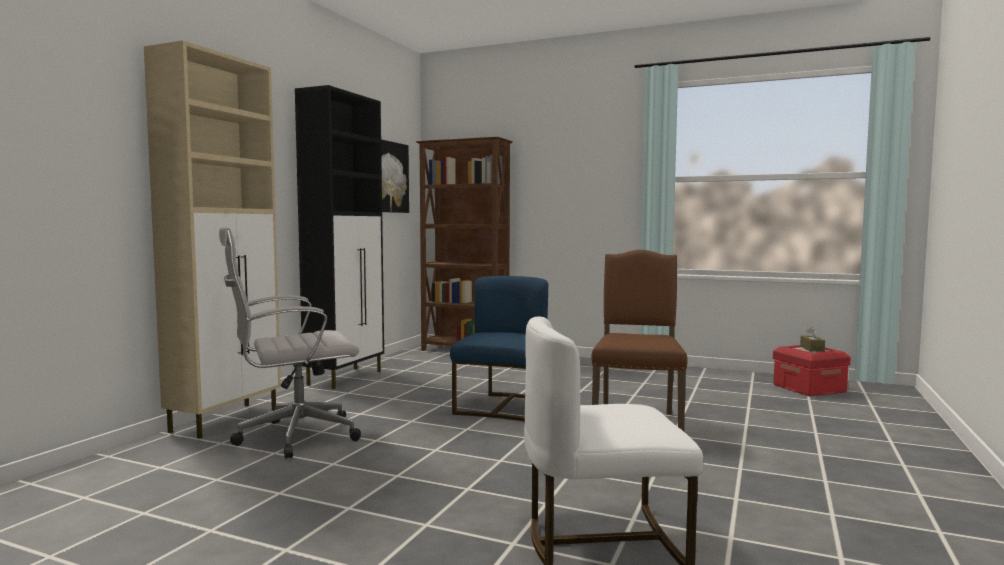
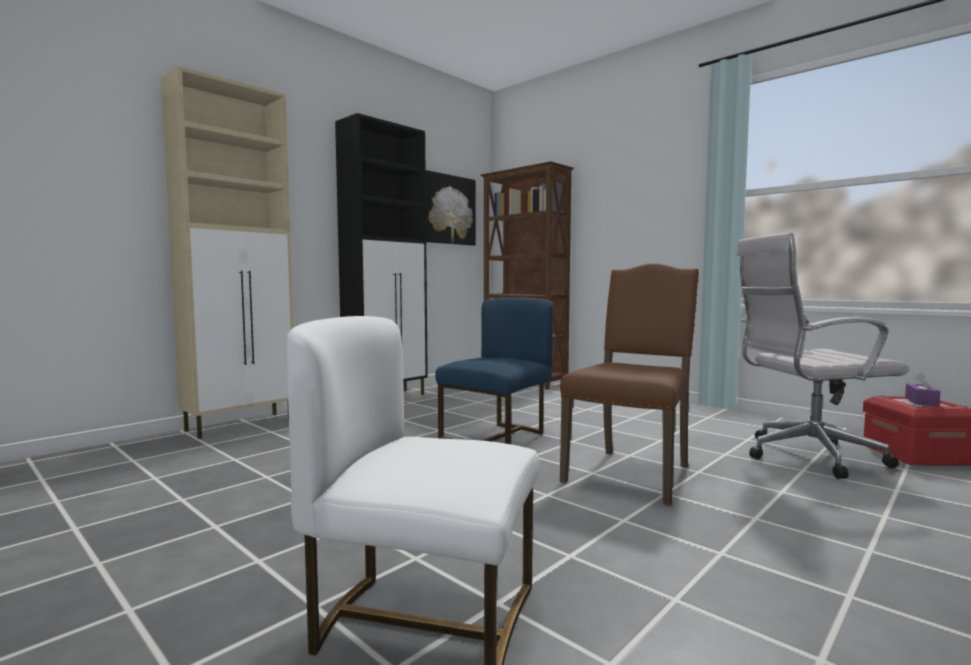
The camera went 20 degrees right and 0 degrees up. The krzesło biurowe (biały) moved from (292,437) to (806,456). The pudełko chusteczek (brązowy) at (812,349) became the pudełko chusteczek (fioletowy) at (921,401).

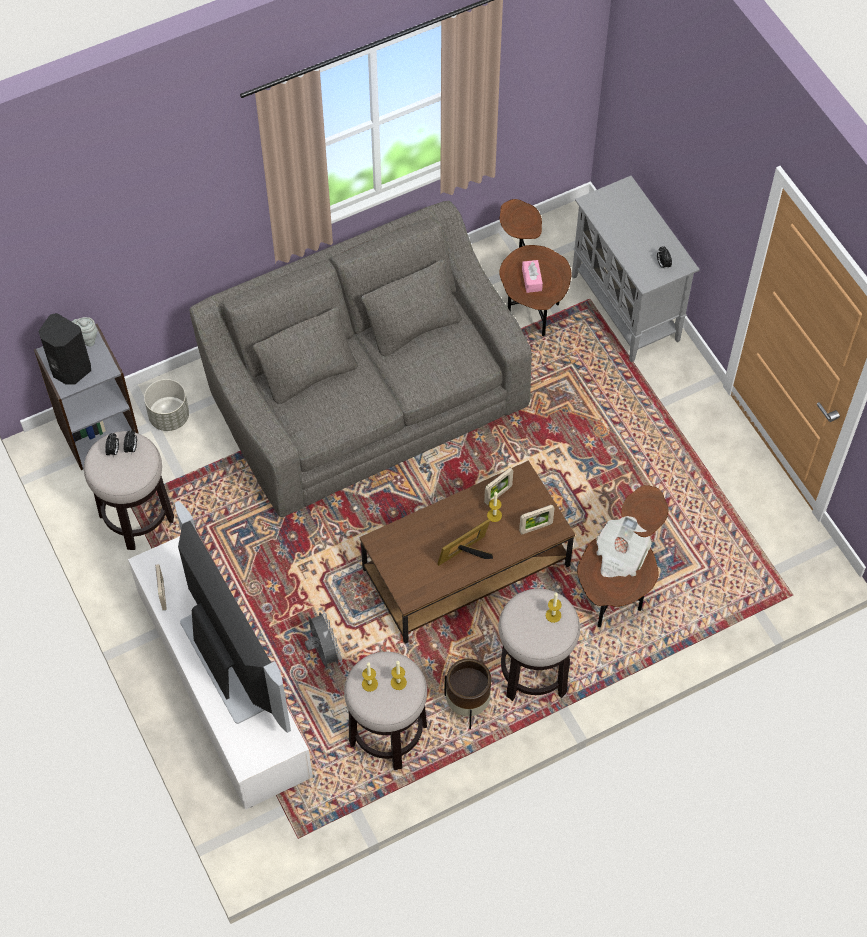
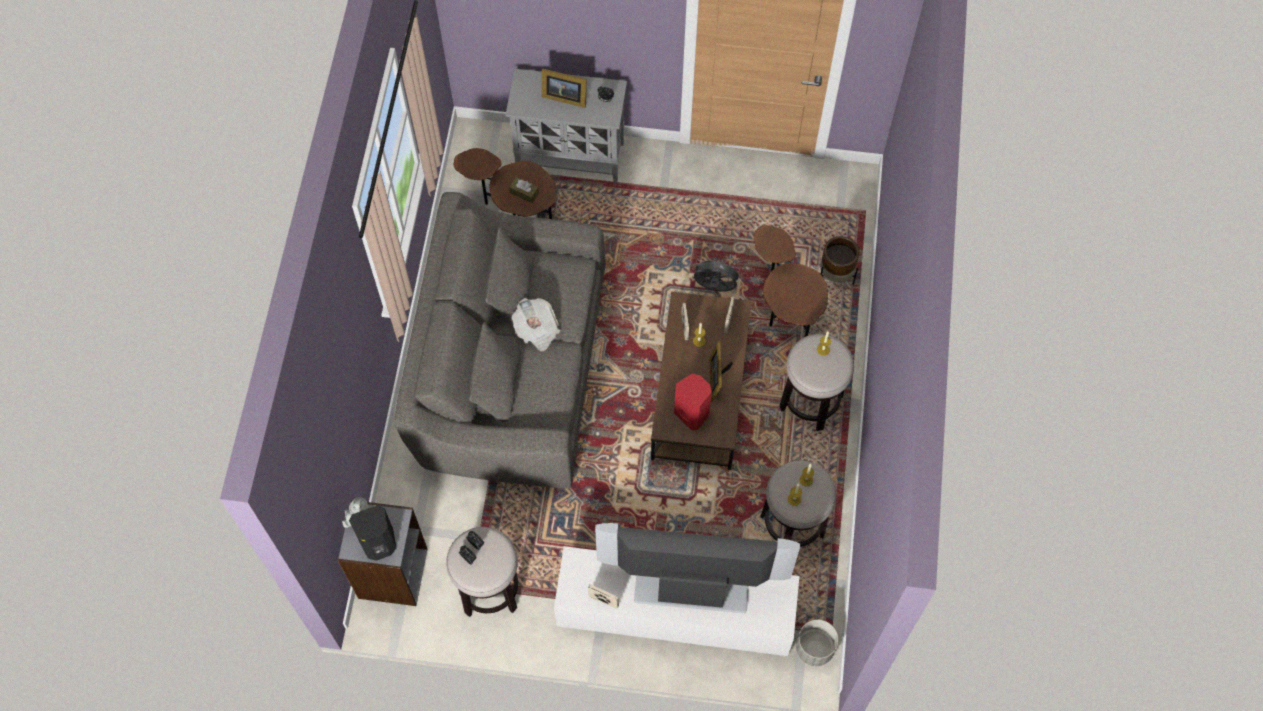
The camera went 55 degrees left and 5 degrees up. The pudełko chusteczek (różowy) at (531,280) became the pudełko chusteczek (brązowy) at (524,193). The donica (szary) moved from (169,416) to (814,648). The gazeta moved from (619,556) to (536,330). The wentylator (szary) moved from (324,652) to (714,288). The donica (brązowy) moved from (467,706) to (835,276). The ramka na zdjęcie at (563,96) appeared. The głośnik (czerwony) at (692,413) appeared.

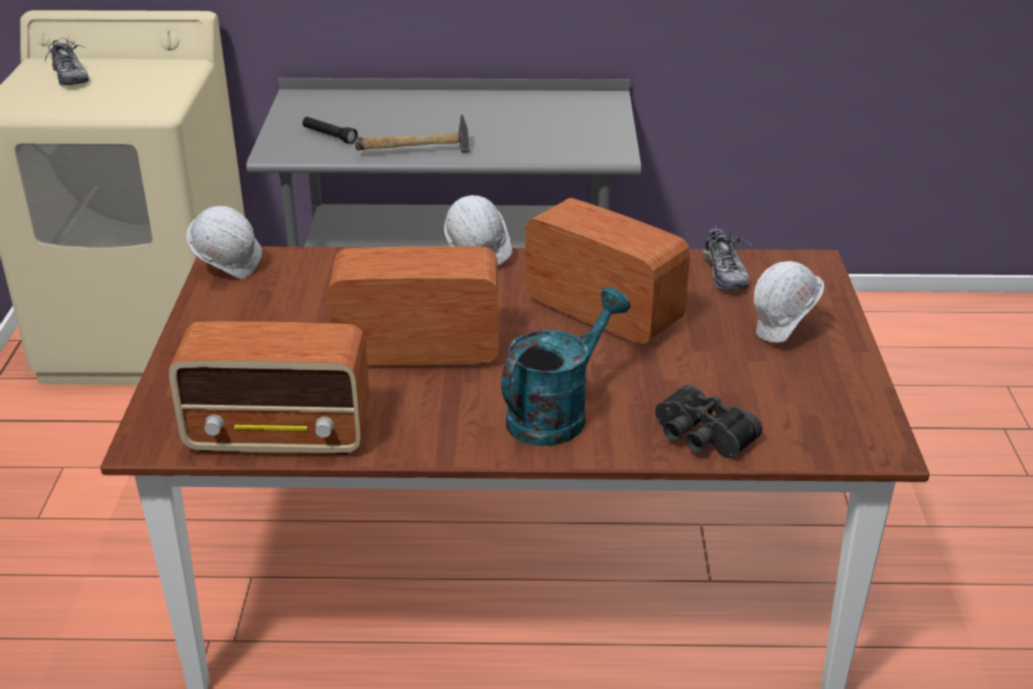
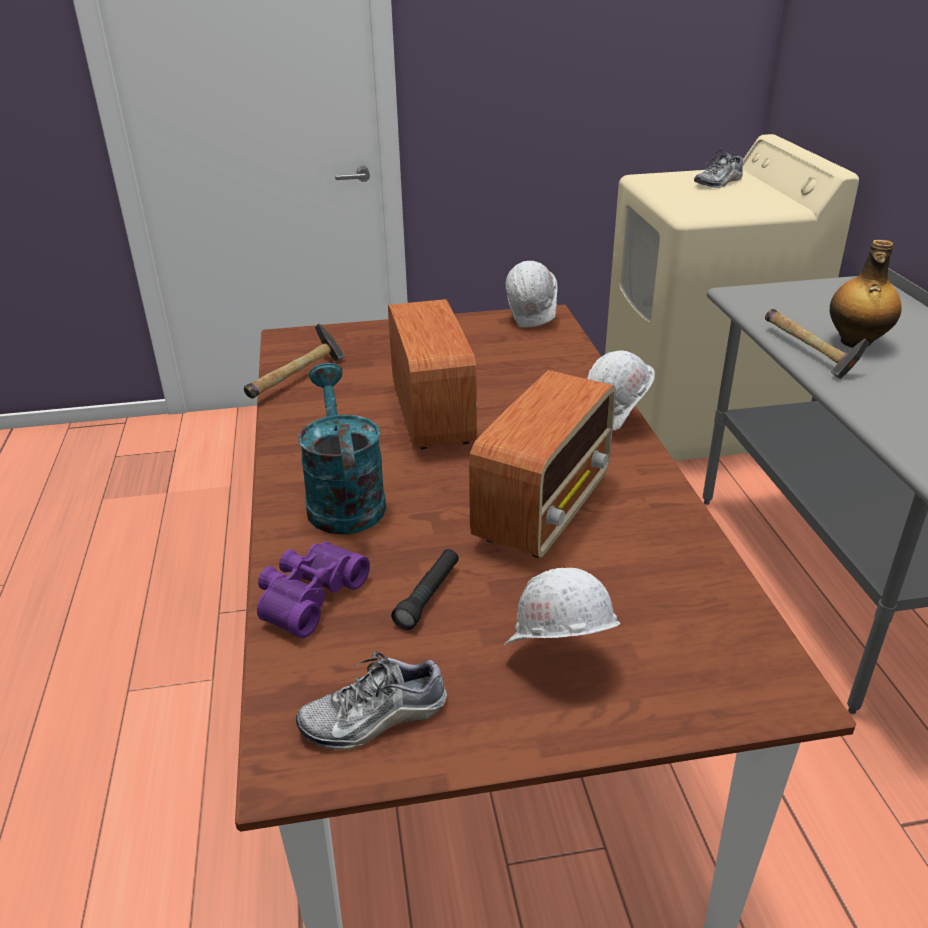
The camera went 80 degrees right and 0 degrees up. The latarka (czarny) moved from (329,136) to (428,596). The but moved from (724,274) to (374,718). The konewka (turkusowy) at (556,413) turned 135 degrees counterclockwise. The radio at (281,436) was replaced by the młotek at (298,379). The lornetka (czarny) at (700,437) became the lornetka (fioletowy) at (307,597). The butelka at (855,342) appeared.

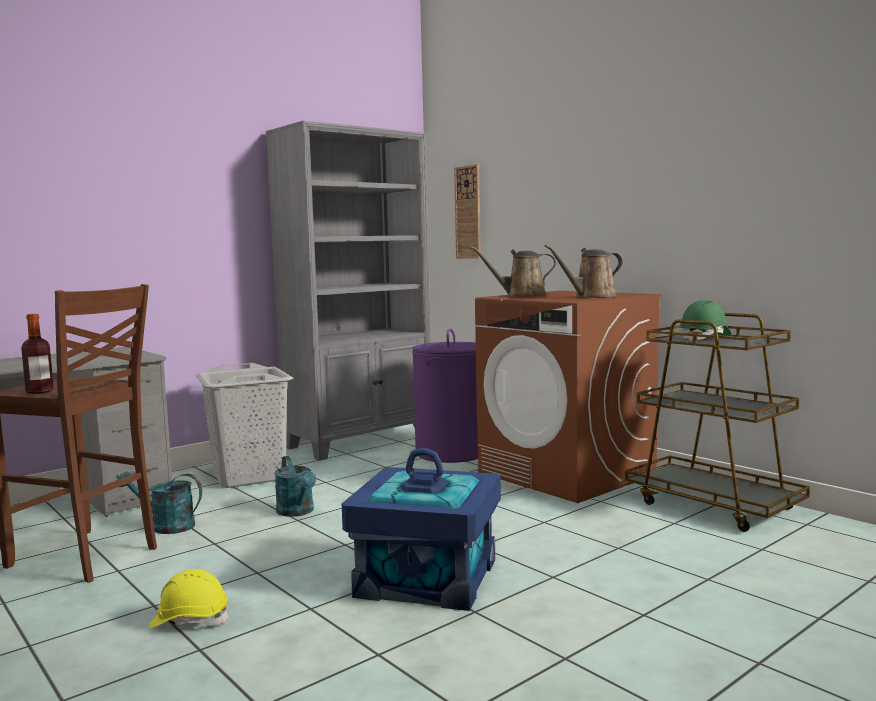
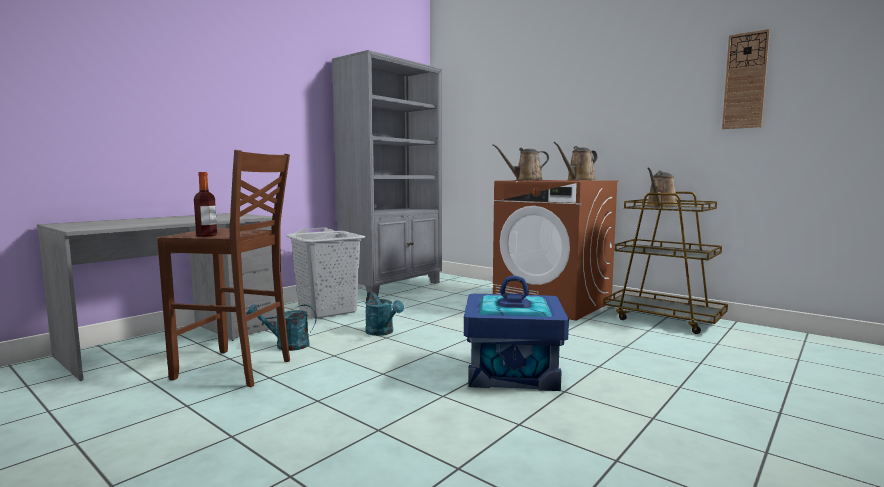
The camera went 10 degrees left and 0 degrees up. The zegar ścienny moved from (468,212) to (745,81). The kask (zielony) at (705,338) was replaced by the konewka (brązowy) at (660,207). The kosz na pranie (fioletowy) at (452,452) disappeared. The kask (żółty) at (190,621) disappeared.

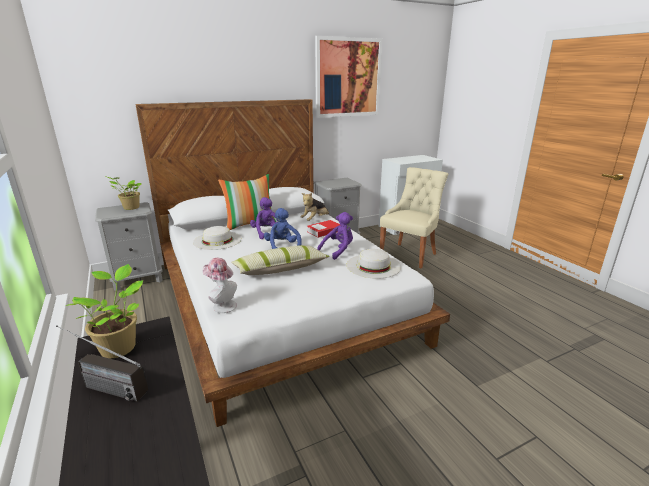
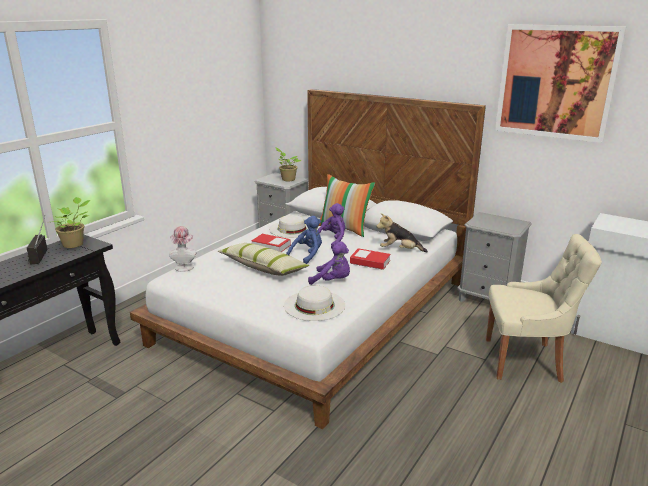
The camera went 60 degrees right and 0 degrees up. The książka at (271,246) appeared.

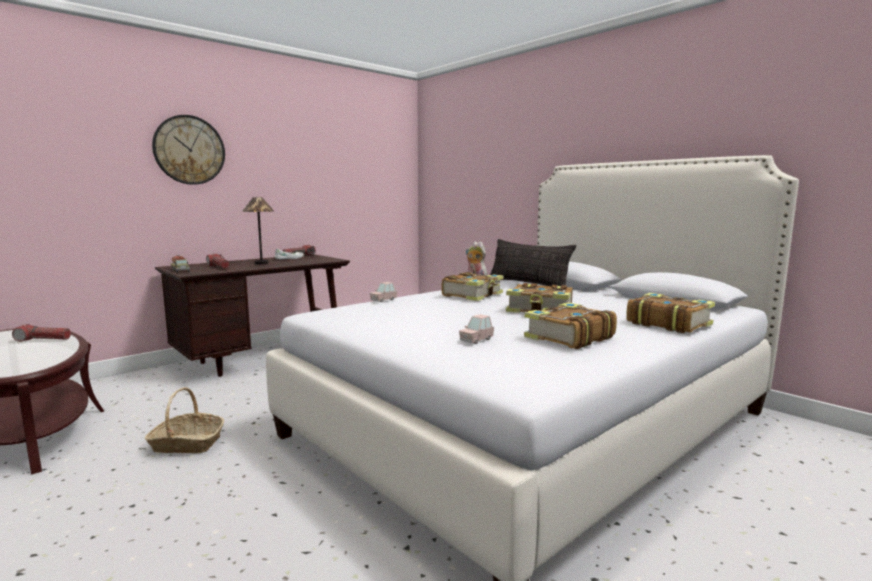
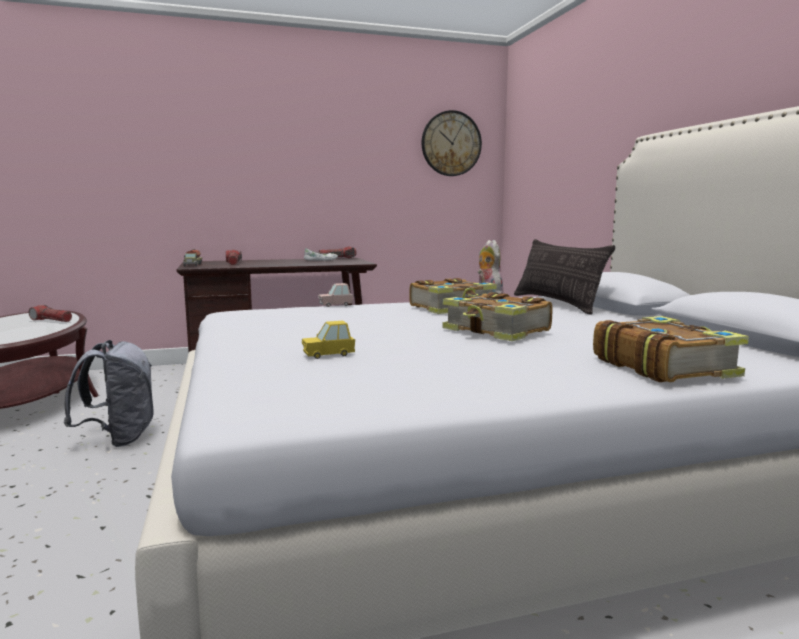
The camera went 25 degrees right and 0 degrees up. The zegar ścienny moved from (189,150) to (451,143). The lampa stołowa at (261,263) disappeared. The książka at (568,337) disappeared. The samochodzik (różowy) at (476,340) became the samochodzik (żółty) at (328,355). The koszyk at (186,444) was replaced by the plecak (szary) at (119,439).

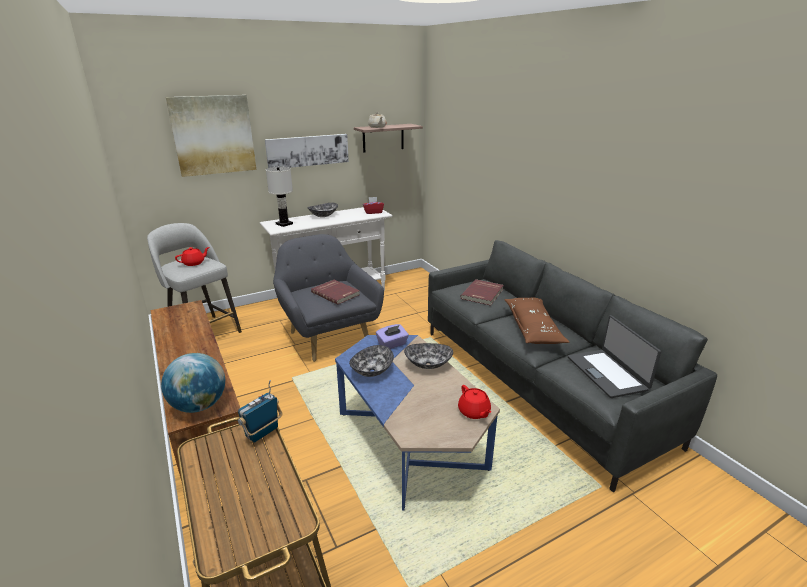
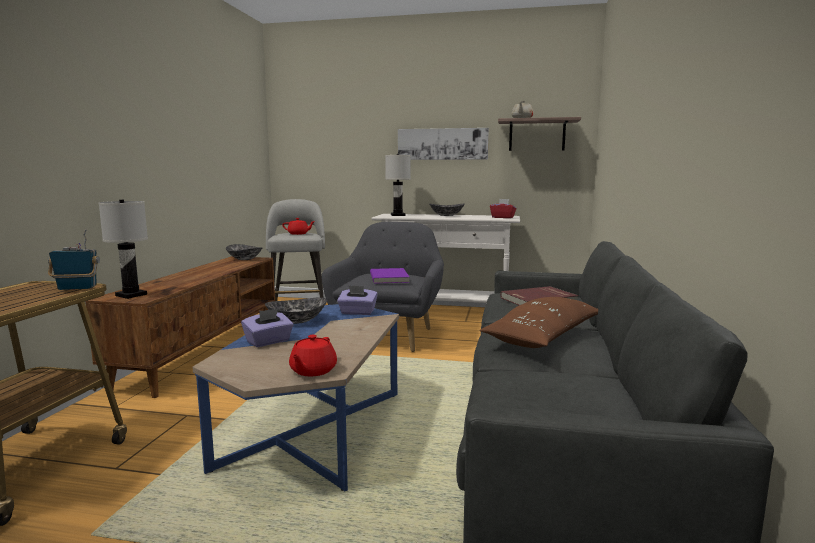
The camera went 40 degrees right and 15 degrees down. The obraz at (213,135) disappeared. The książka (czerwony) at (336,293) became the książka (fioletowy) at (390,278). The laptop at (607,373) disappeared. The miska moved from (428,364) to (244,259). The globus at (199,405) was replaced by the lampa stołowa (biały) at (132,295). The pudełko chusteczek (fioletowy) at (268,341) appeared.

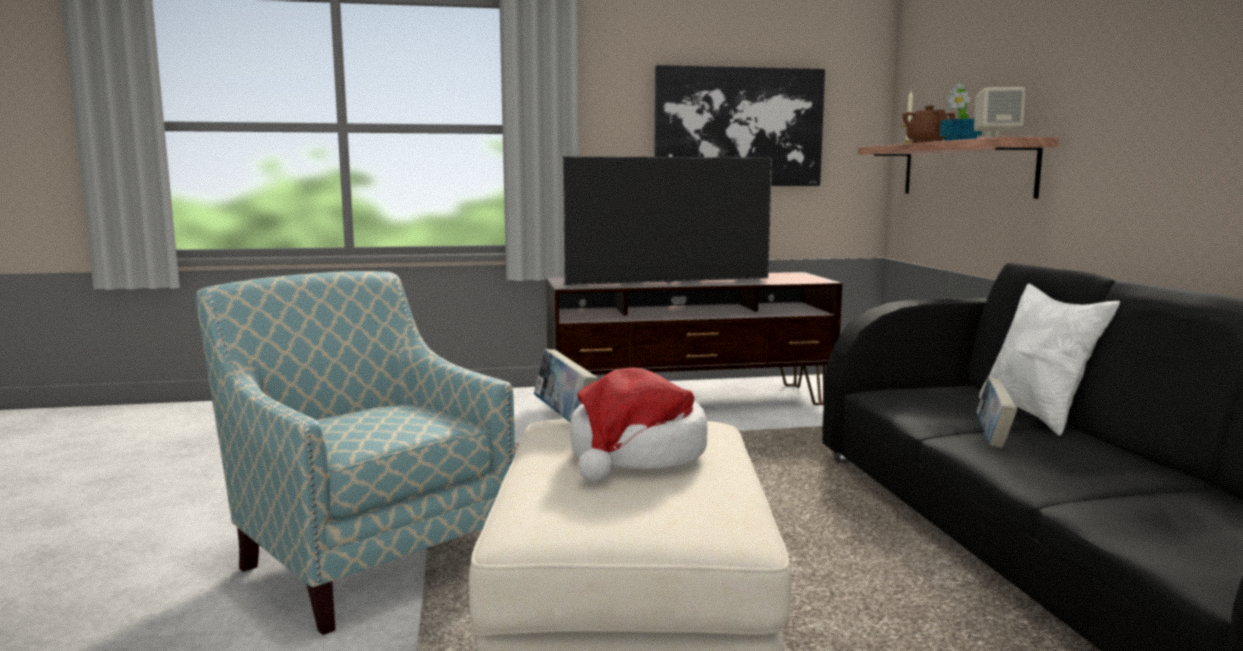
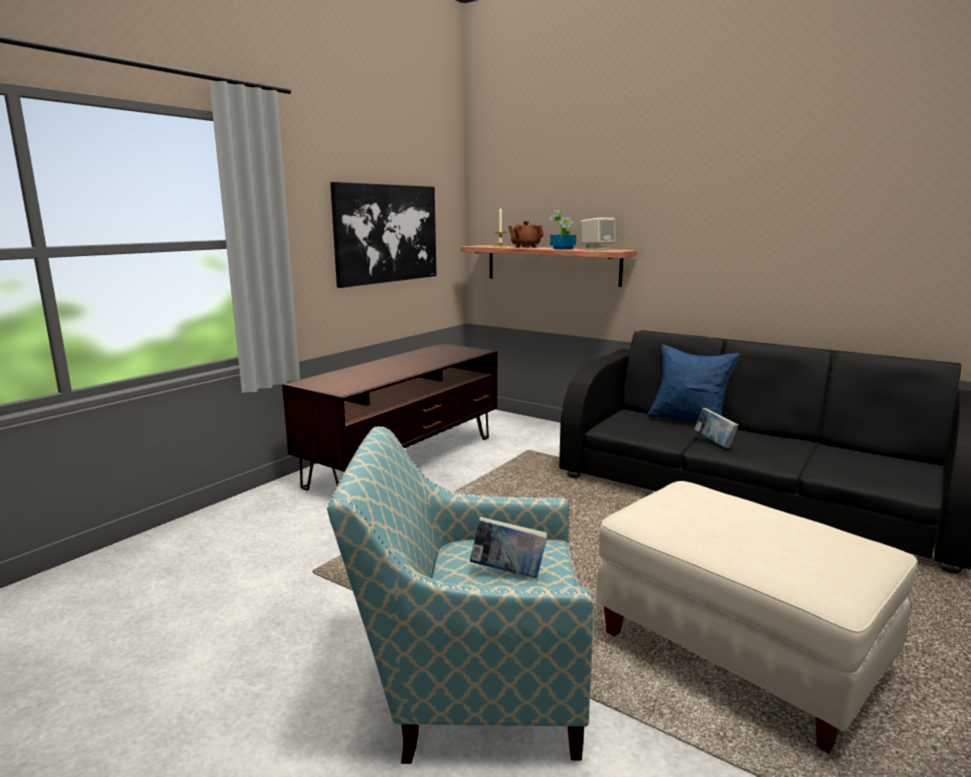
The camera went 45 degrees left and 5 degrees up. The telewizor at (668,282) disappeared. The poduszka (biały) at (1037,415) became the poduszka (niebieski) at (688,421). The książka moved from (564,417) to (508,572). The kapelusz at (636,455) disappeared.

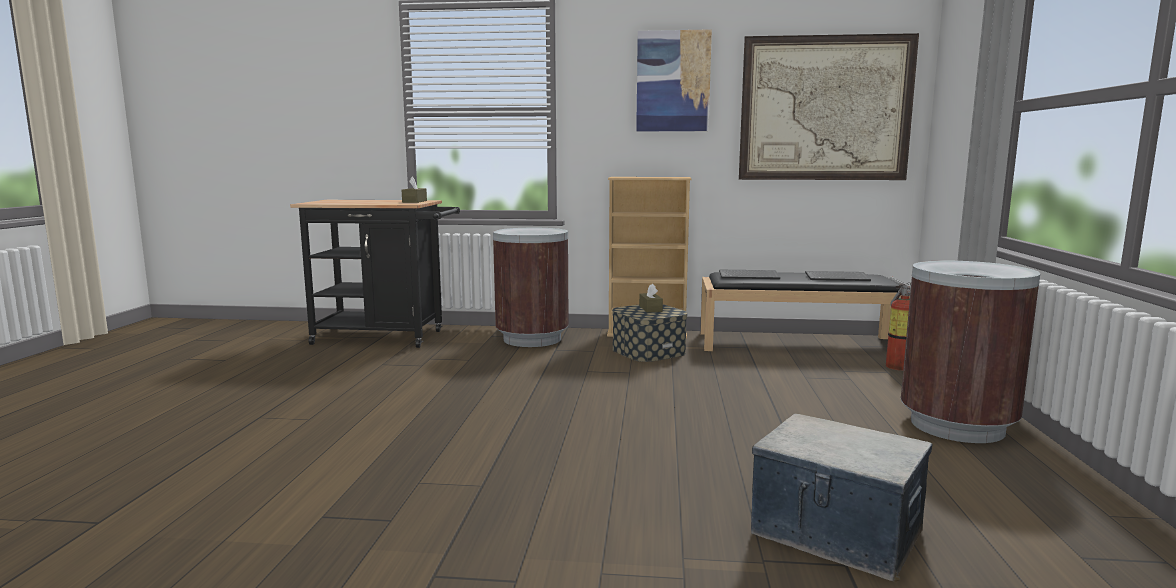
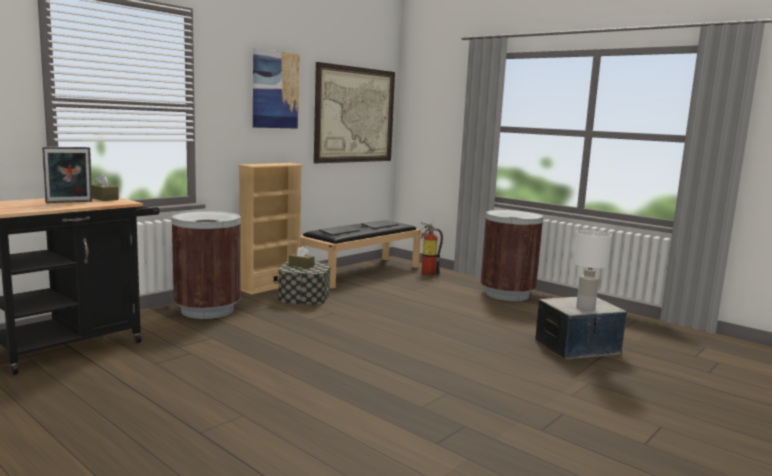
The camera went 55 degrees left and 0 degrees up. The ramka na zdjęcie at (69,202) appeared. The lampa stołowa (biały) at (585,308) appeared.

